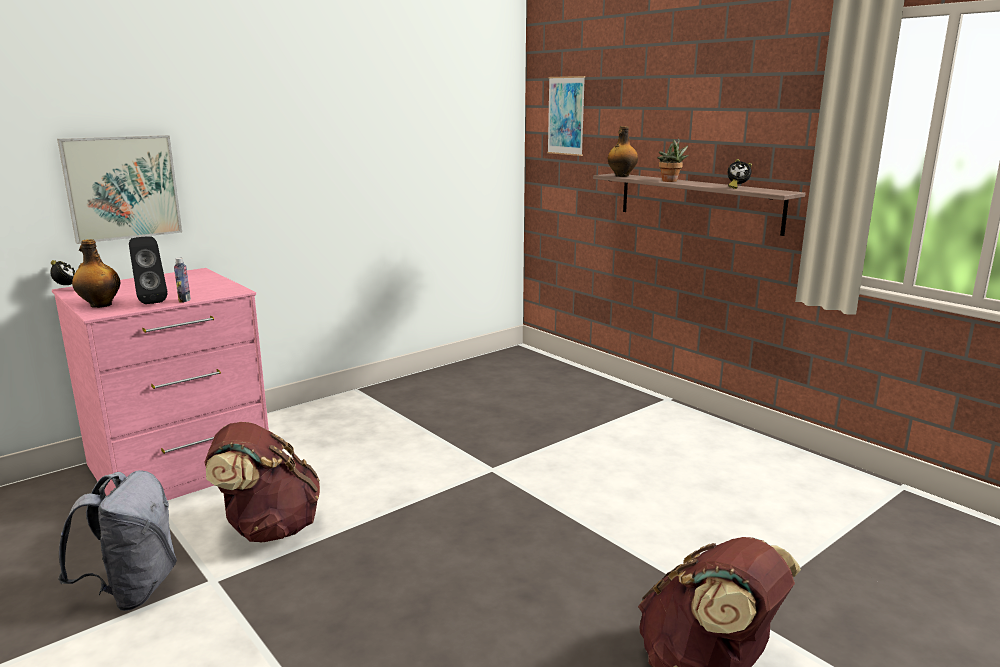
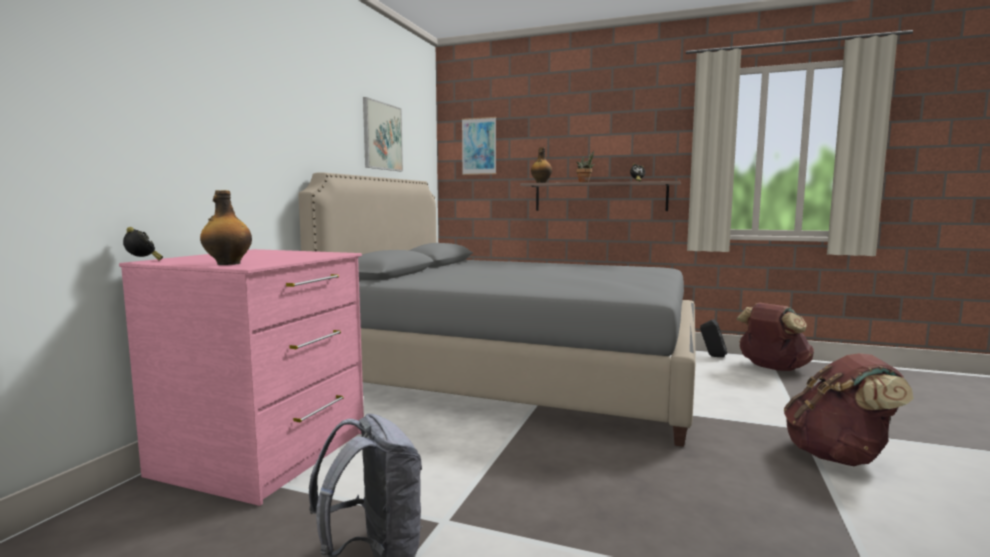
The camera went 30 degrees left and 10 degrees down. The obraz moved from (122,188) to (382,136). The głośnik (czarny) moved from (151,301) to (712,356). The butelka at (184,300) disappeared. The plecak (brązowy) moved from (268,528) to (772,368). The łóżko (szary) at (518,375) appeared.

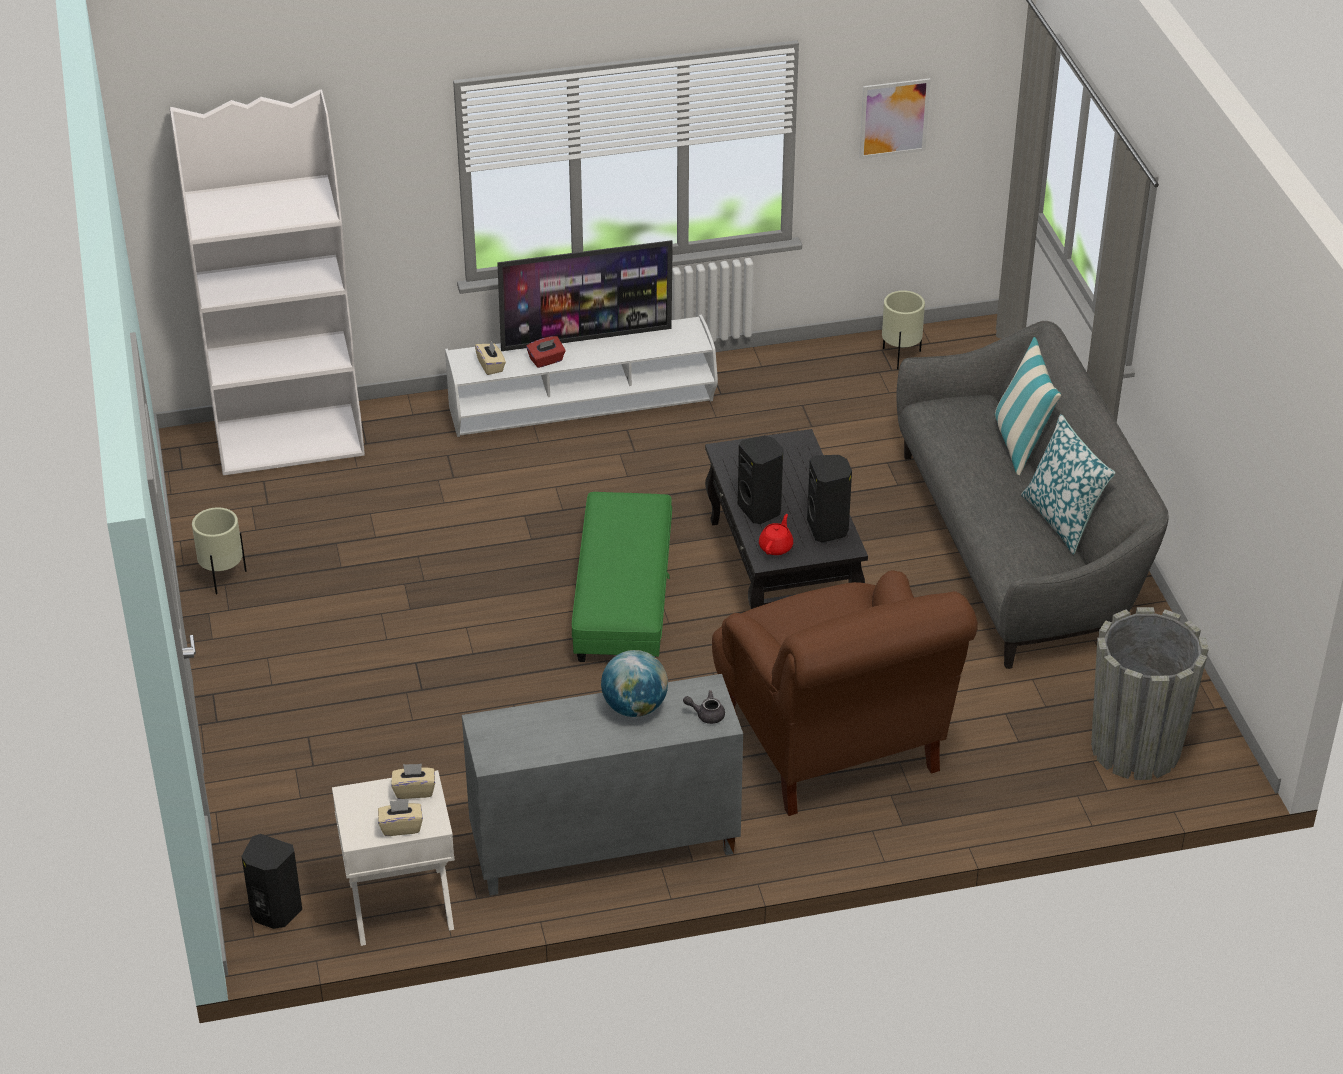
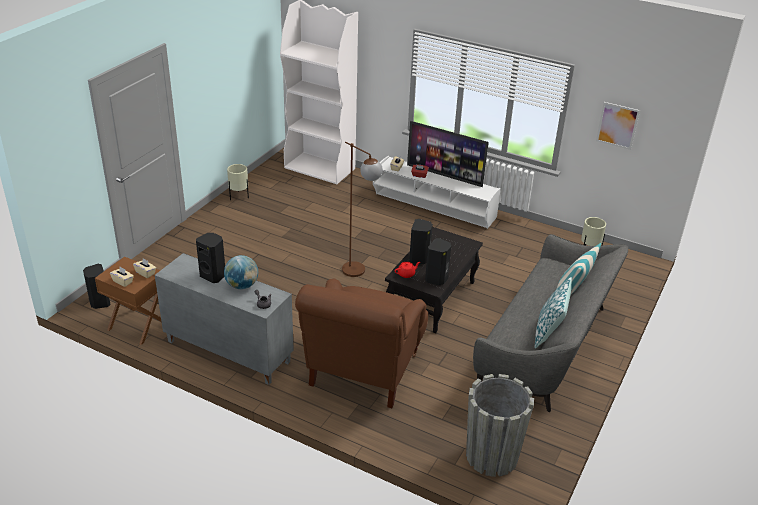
The camera went 40 degrees right and 5 degrees down. The pufa (zielony) at (623,596) was replaced by the lampa stojąca (brązowy) at (359,273). The szafka nocna (biały) at (401,906) became the szafka nocna (brązowy) at (137,326). The głośnik (czarny) at (213,276) appeared.

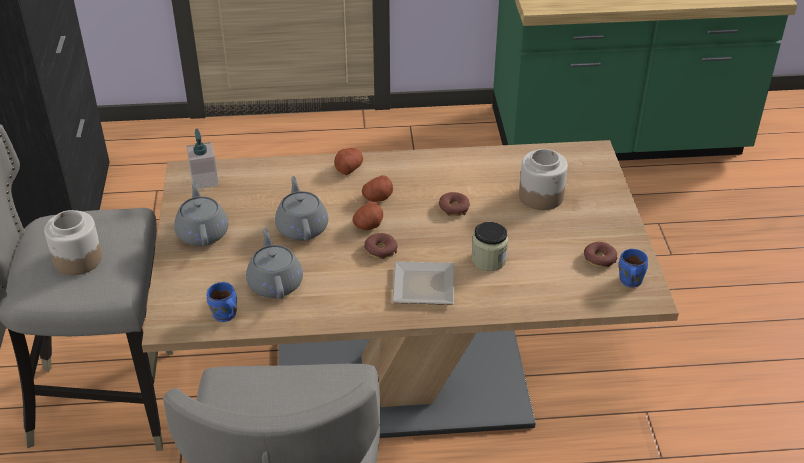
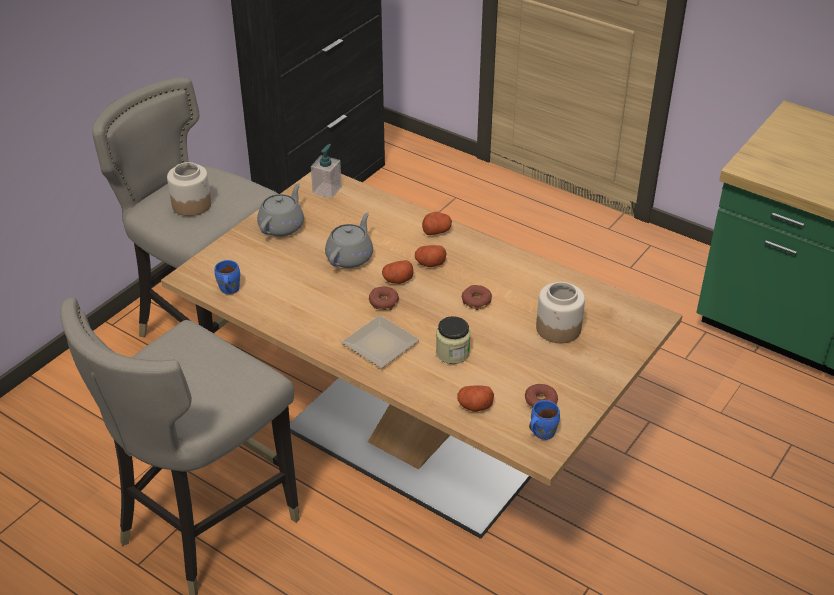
The camera went 40 degrees right and 0 degrees up. The imbryk (szary) at (275,283) disappeared. The ziemniak at (474,406) appeared.

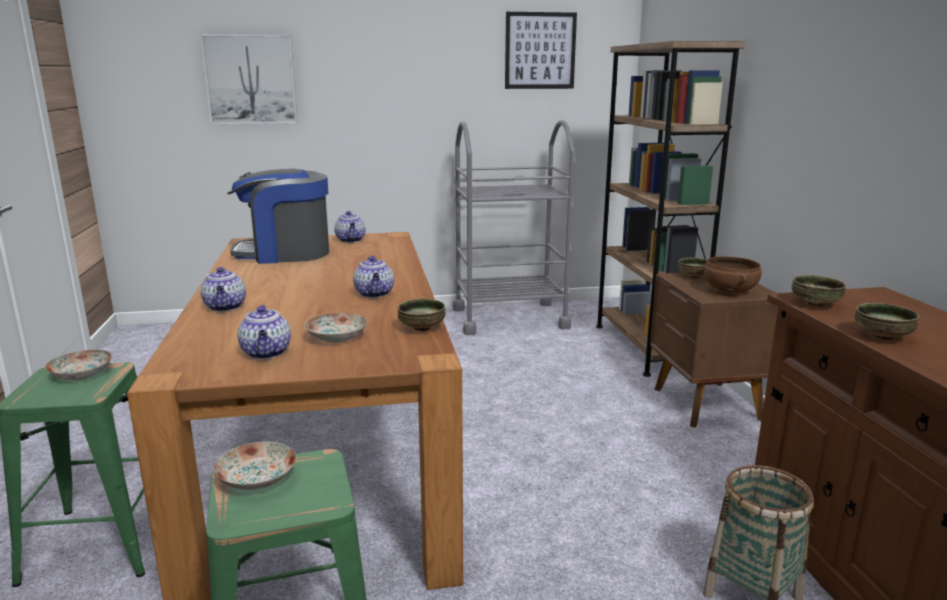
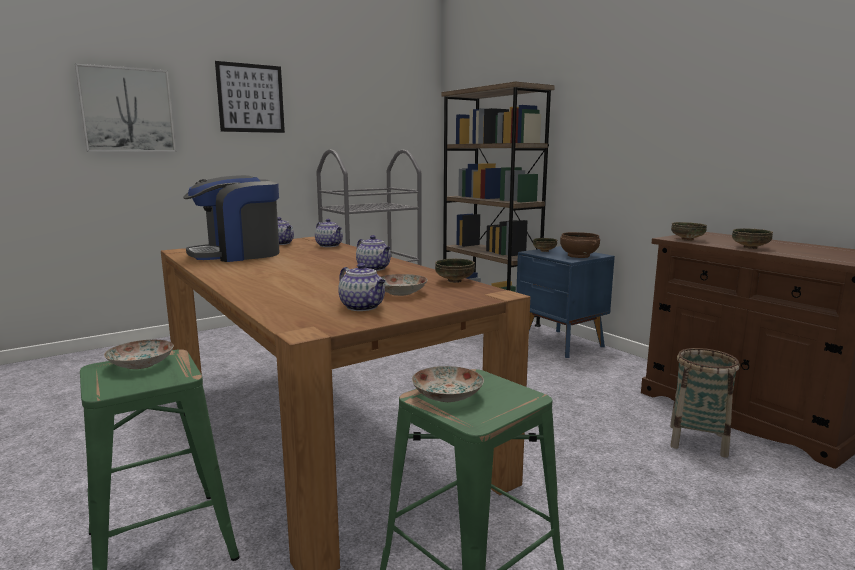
The camera went 25 degrees left and 5 degrees down. The obraz moved from (540,51) to (251,98). The imbryk moved from (225,307) to (330,245). The szafka nocna (brązowy) at (705,405) became the szafka nocna (niebieski) at (561,344).

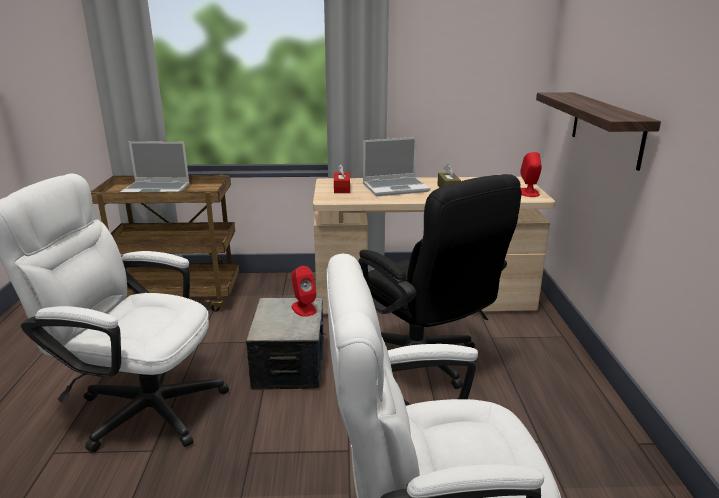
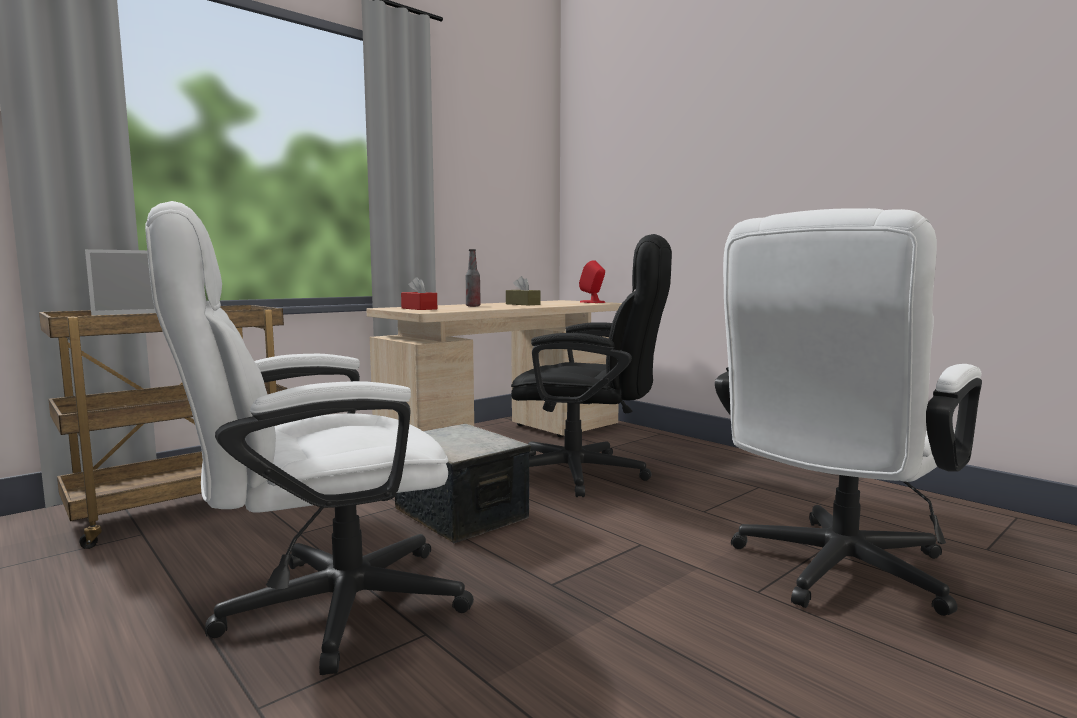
The camera went 40 degrees left and 15 degrees down. The półka at (606,128) disappeared. The laptop at (396,188) was replaced by the butelka at (473,306). The głośnik (czerwony) at (303,308) disappeared.

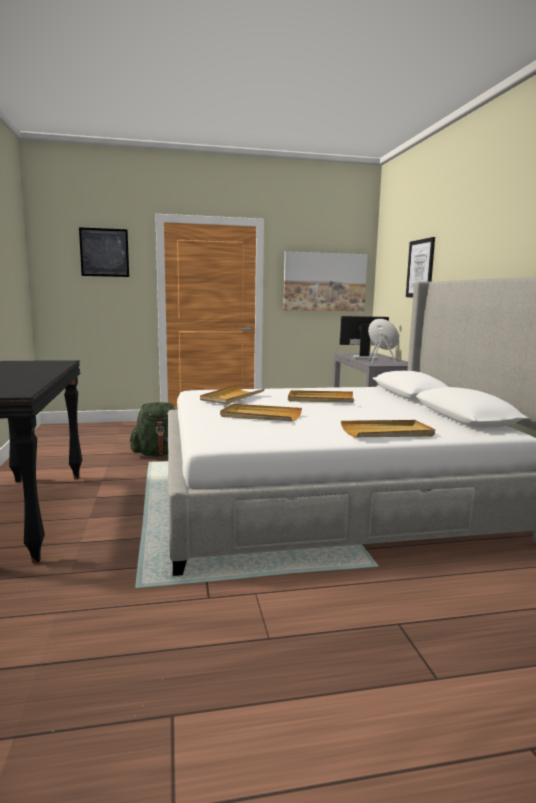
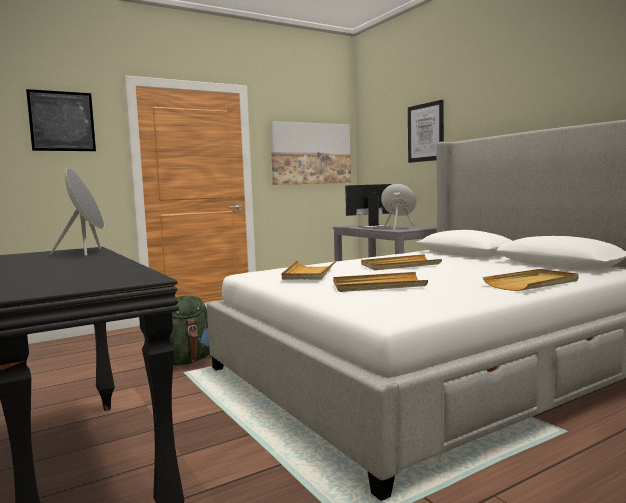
The camera went 20 degrees left and 5 degrees down. The głośnik (szary) at (86,253) appeared.

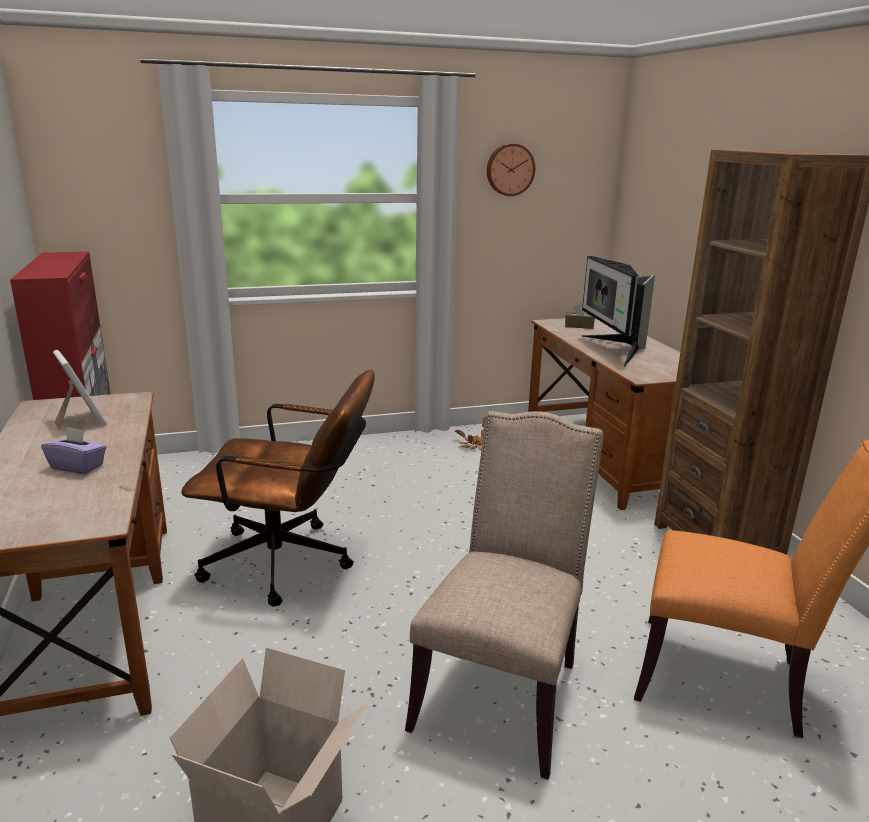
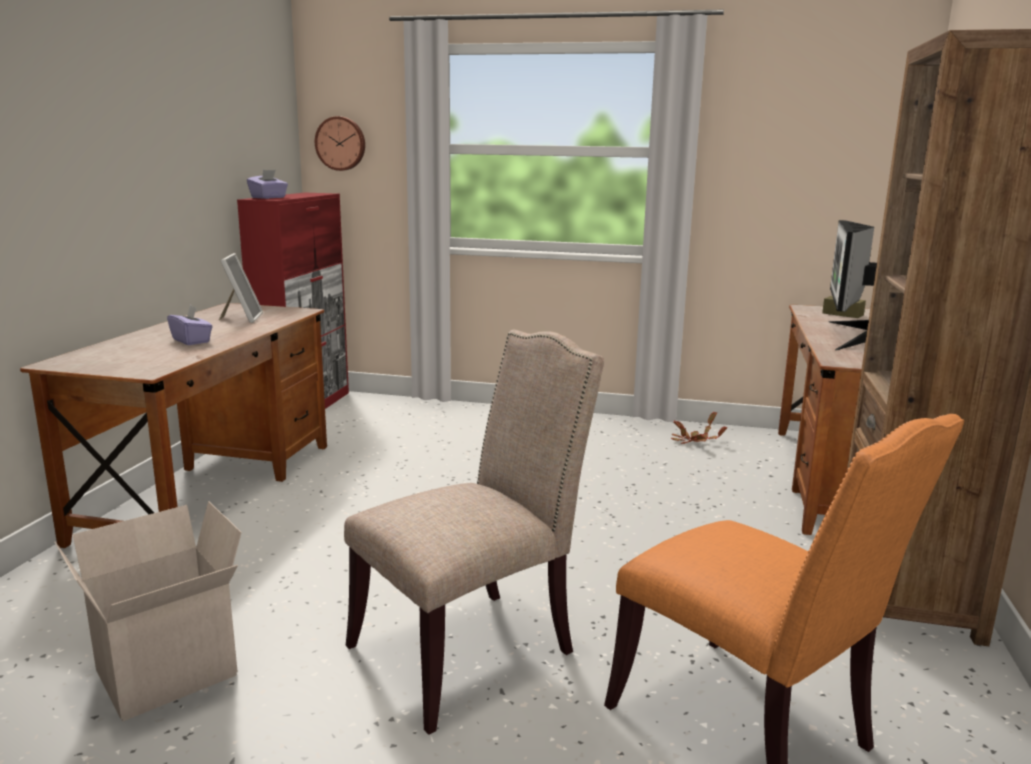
The camera went 30 degrees right and 5 degrees down. The zegar ścienny moved from (509,169) to (341,143). The krzesło biurowe (brązowy) at (290,564) disappeared. The pudełko chusteczek (fioletowy) at (269,198) appeared.

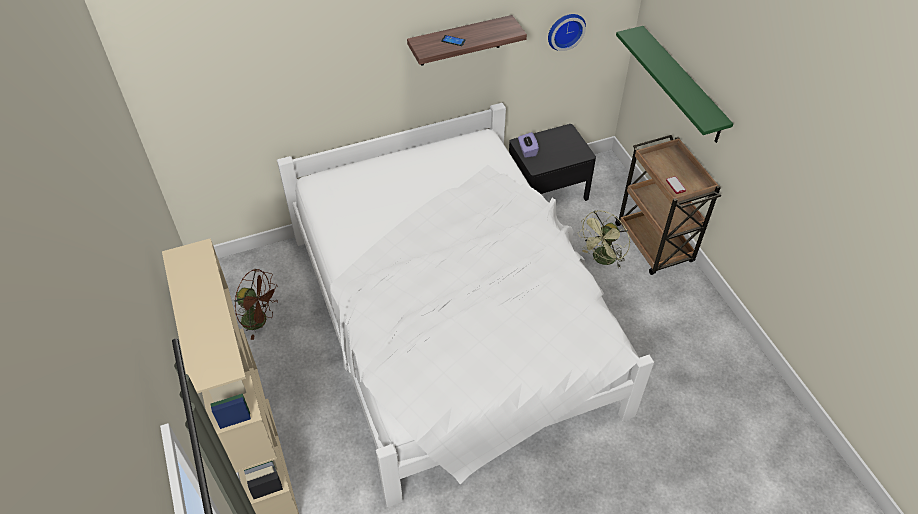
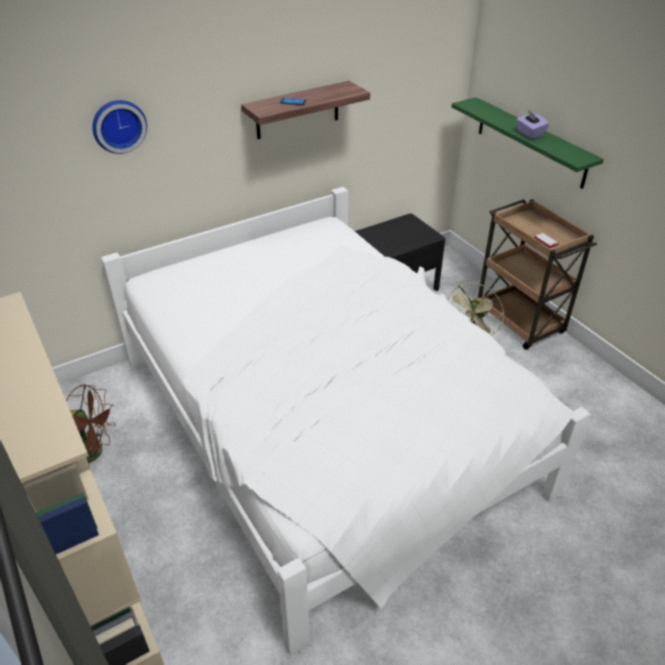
The camera went 10 degrees left and 10 degrees down. The zegar ścienny moved from (565,30) to (118,125). The pudełko chusteczek (fioletowy) moved from (527,150) to (529,134).

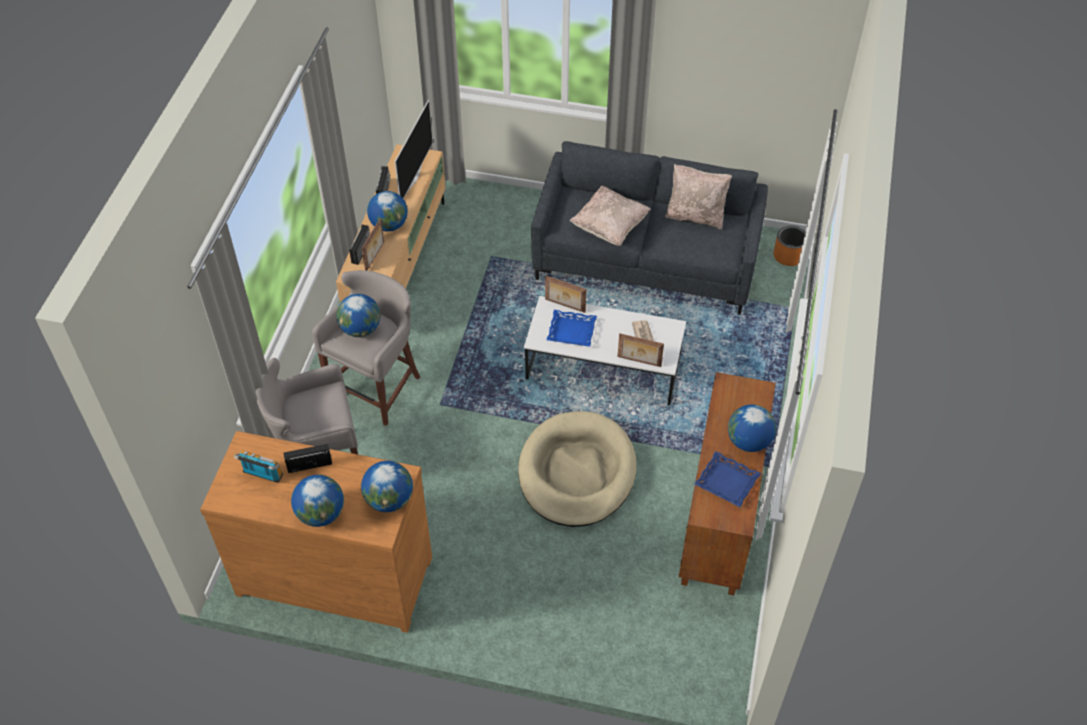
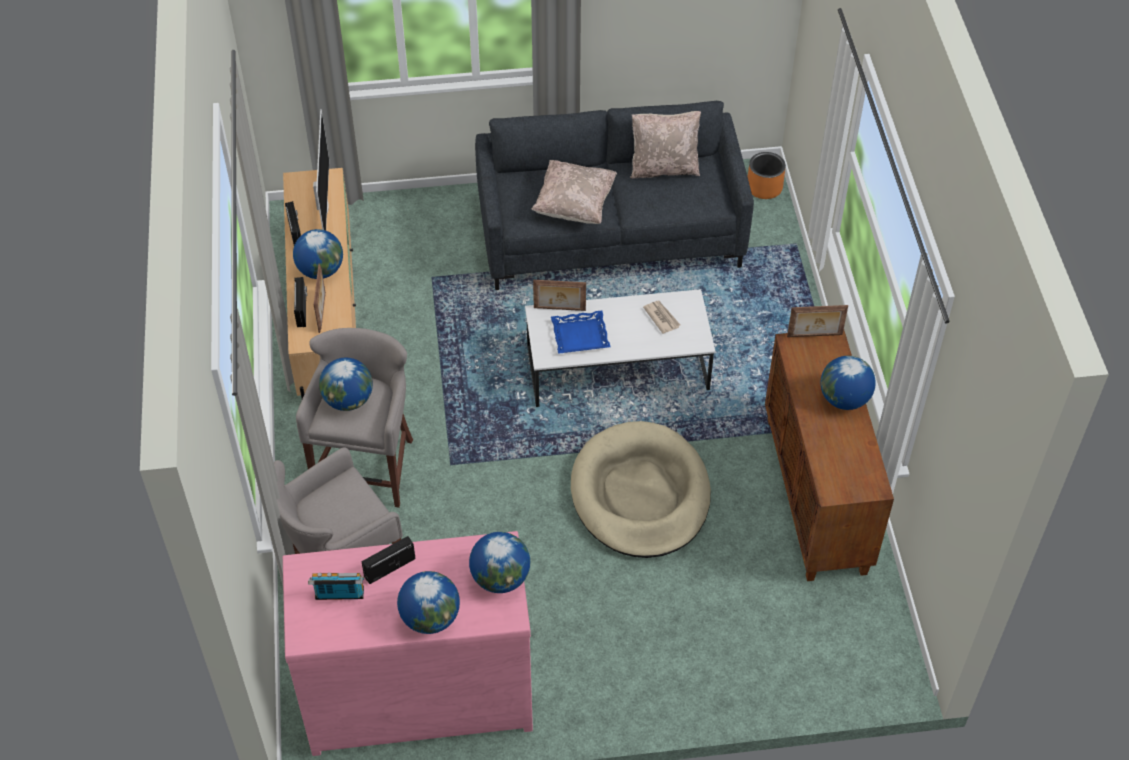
The camera went 20 degrees left and 0 degrees up. The ramka na zdjęcie moved from (639,362) to (814,336). The komoda (brązowy) at (335,572) became the komoda (różowy) at (418,691). The taca (niebieski) at (727,482) disappeared.

